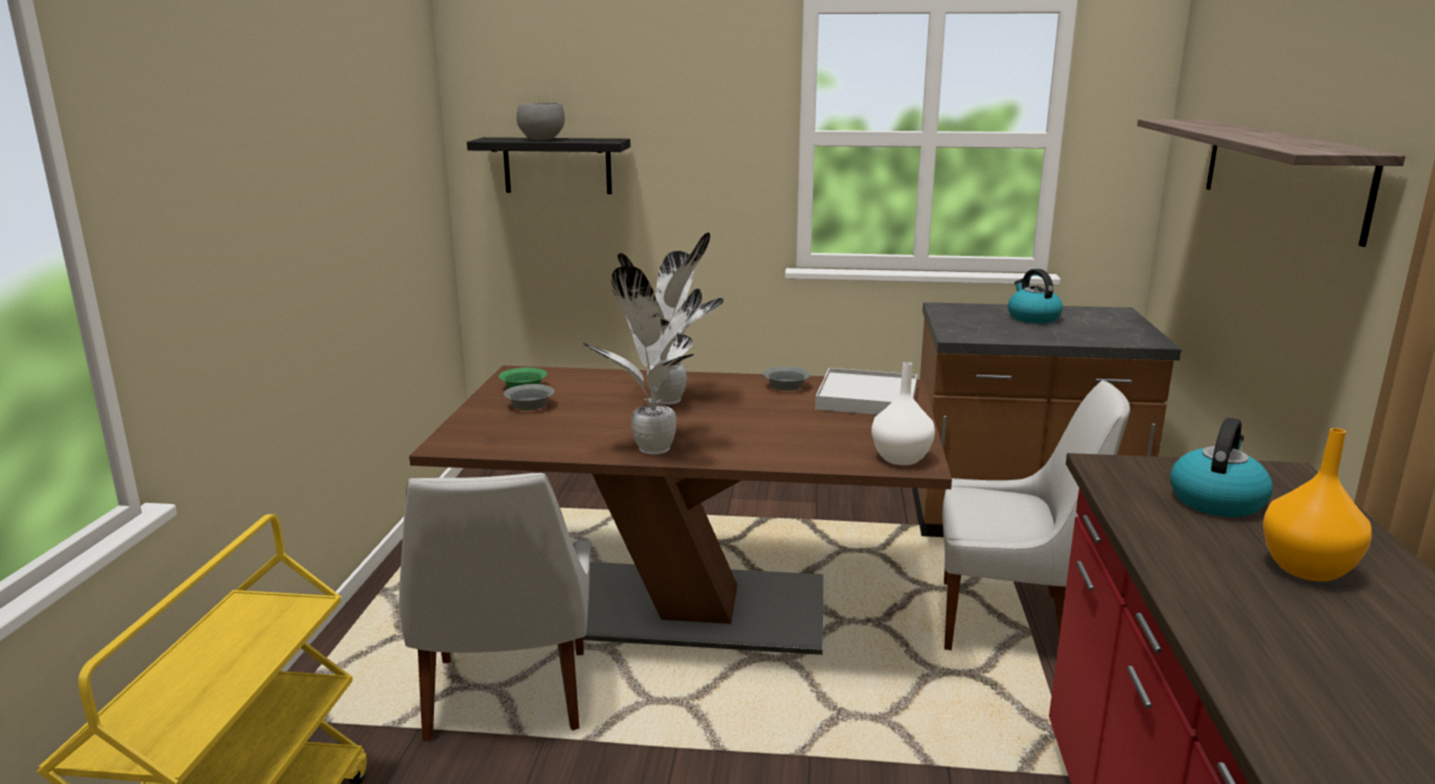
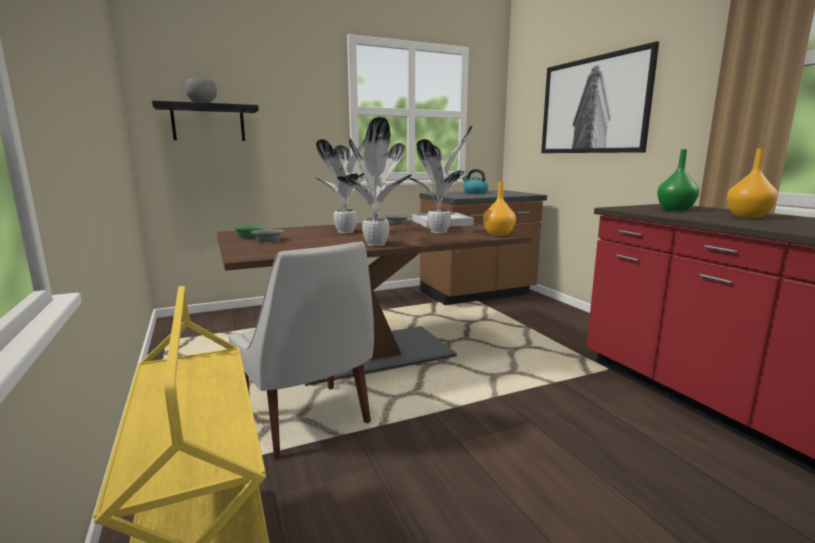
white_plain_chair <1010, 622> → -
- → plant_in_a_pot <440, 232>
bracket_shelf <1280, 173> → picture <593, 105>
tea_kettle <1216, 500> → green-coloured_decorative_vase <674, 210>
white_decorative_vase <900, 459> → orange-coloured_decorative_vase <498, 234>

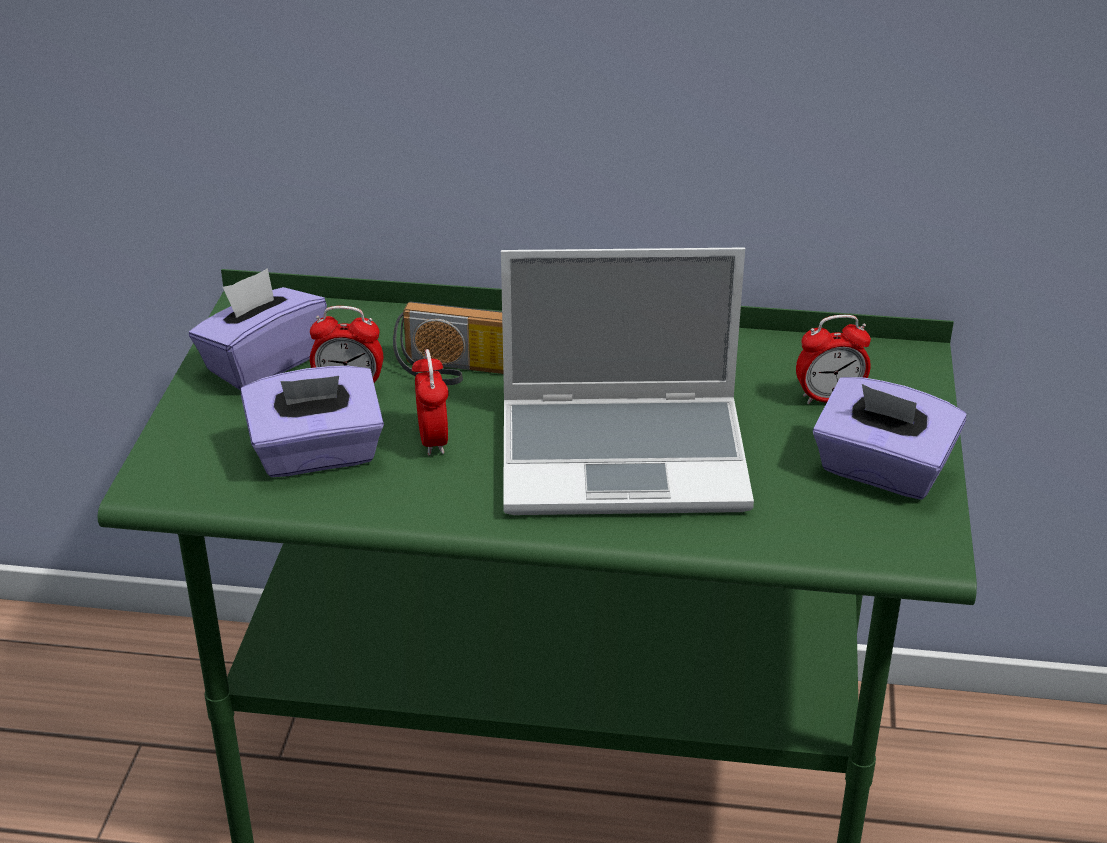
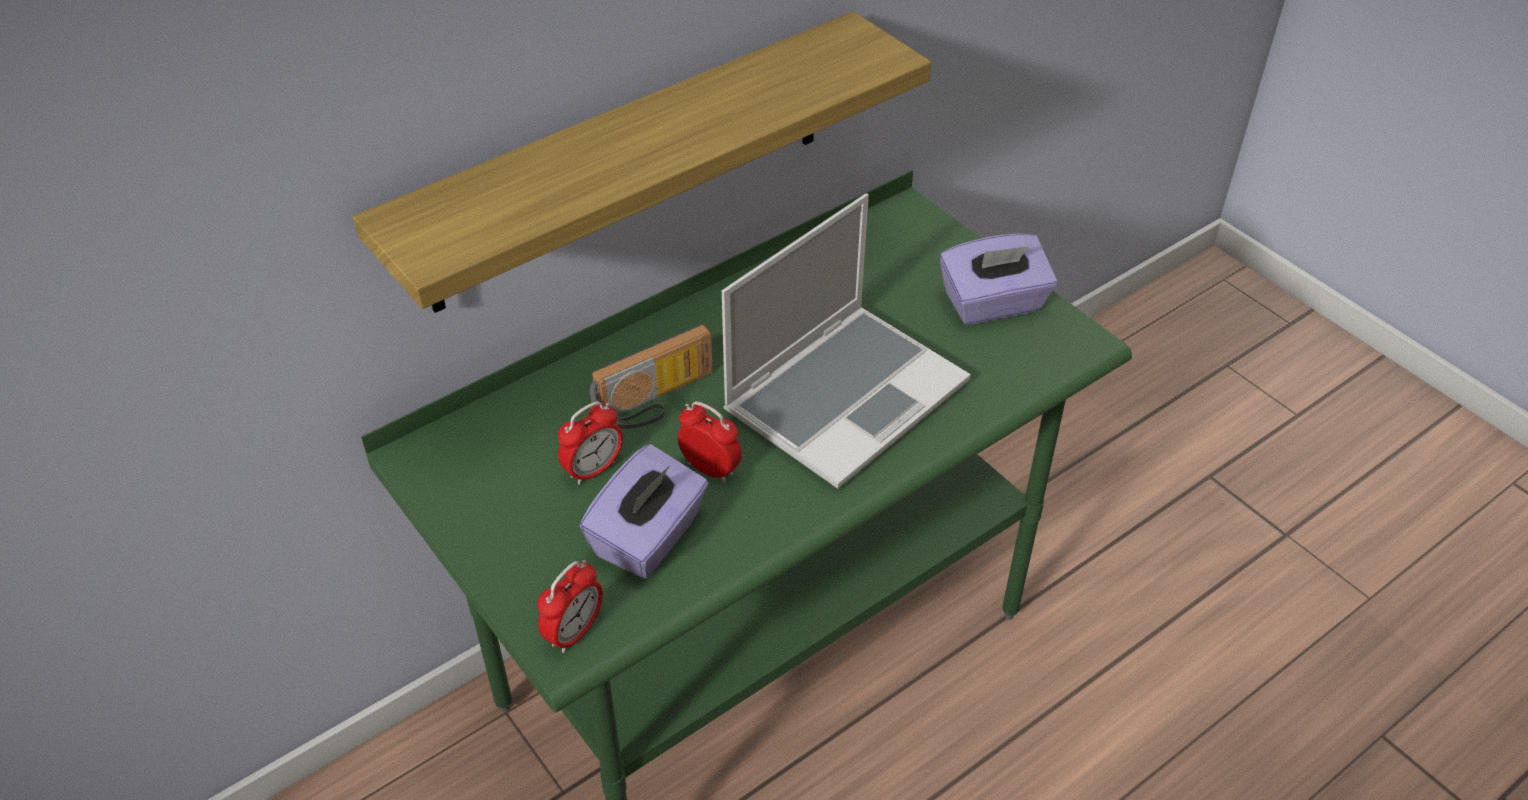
purple-coloured_box_of_tissues <262, 363> → -
- → bracket_shelf <630, 163>
table_clock <829, 397> → table_clock <574, 632>, relocated

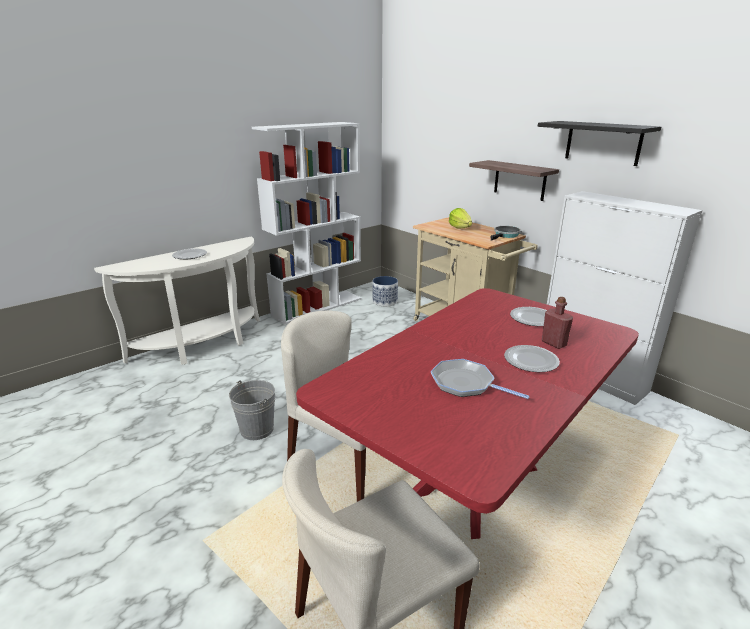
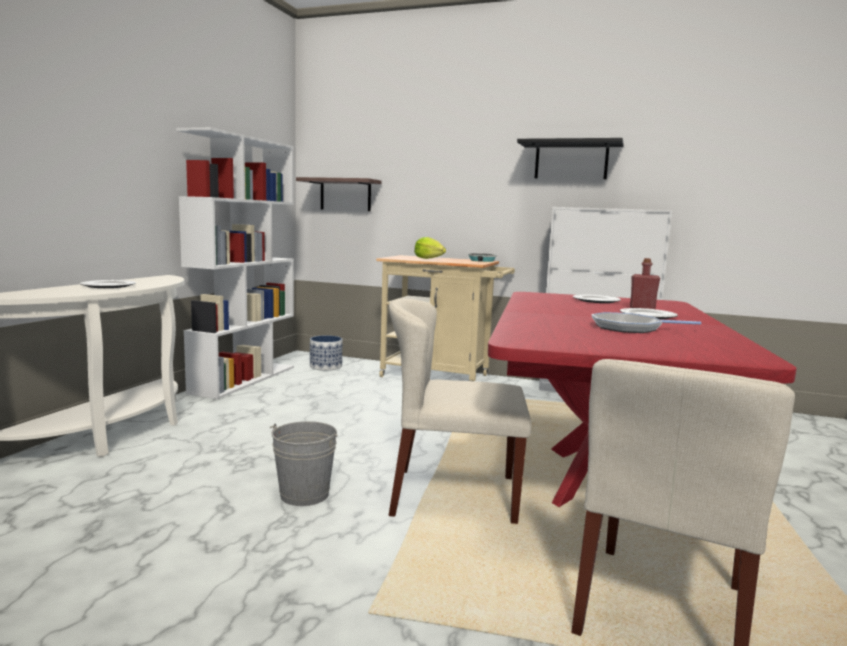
bracket_shelf <519, 180> → bracket_shelf <345, 195>, relocated

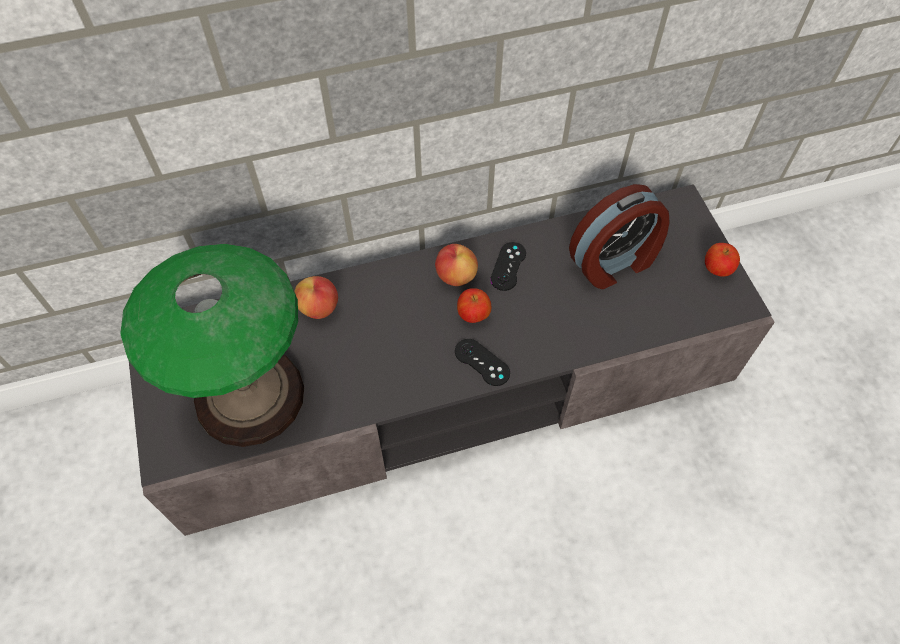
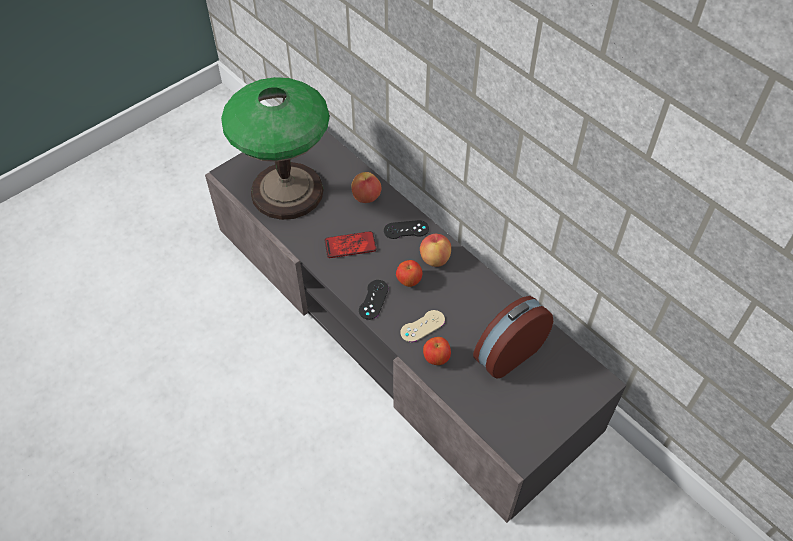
- → telephone <350, 245>
- → beige-coloured_joypad <422, 326>
black_joypad <508, 266> → black_joypad <406, 230>, relocated
apple <717, 269> → apple <436, 358>, relocated
table_clock <614, 262> → table_clock <507, 352>, 105 degrees clockwise

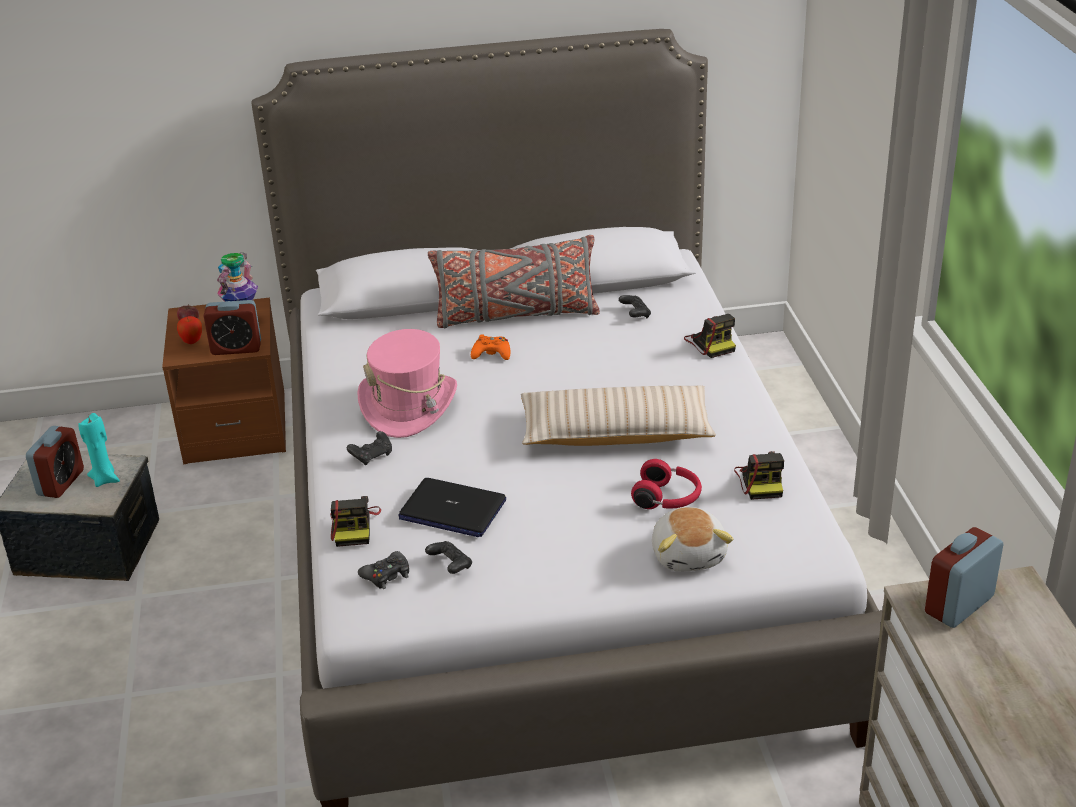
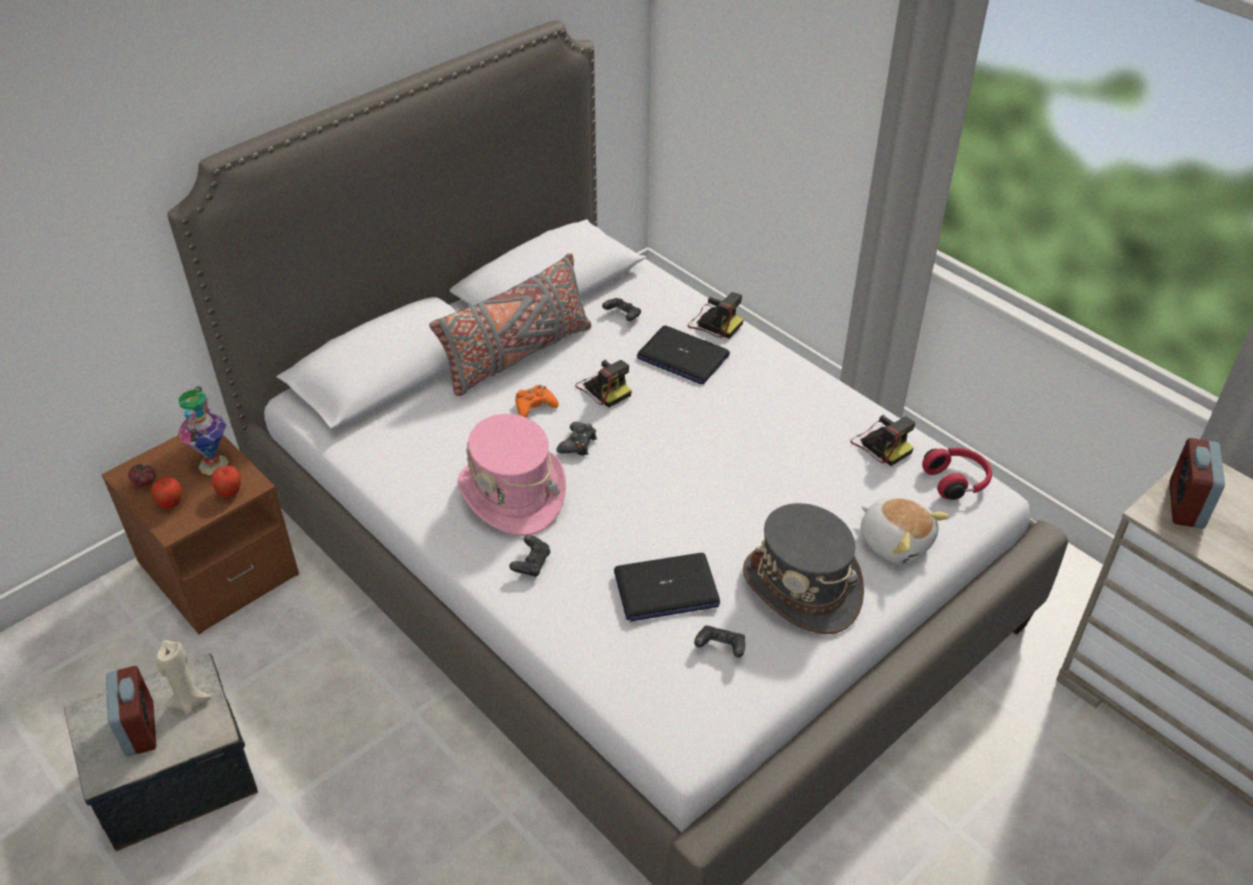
beige-coloured_throw_pillow <615, 433> → -
- → portable_computer <682, 357>
- → greyish_wearable_hat <802, 587>
photo_camera <354, 526> → photo_camera <604, 388>, relocated
black_joypad <386, 575> → black_joypad <578, 444>, relocated
red_headphones <668, 499> → red_headphones <957, 481>, relocated
table_clock <236, 348> → apple <230, 493>
blue-green_wax_candle <105, 479> → beige-coloured_wax_candle <189, 701>

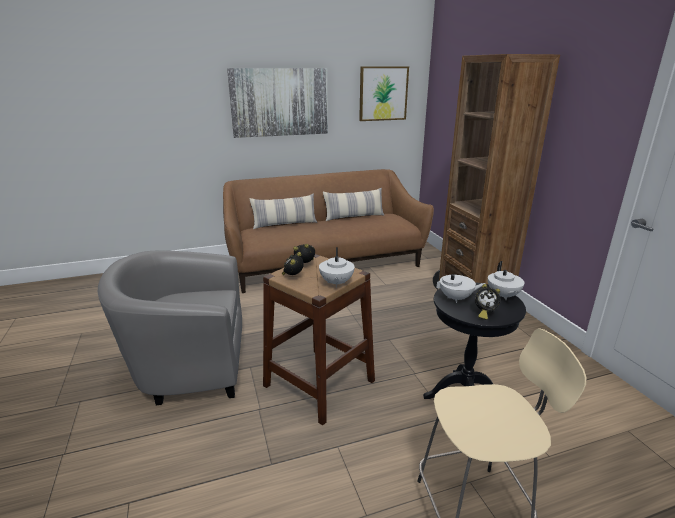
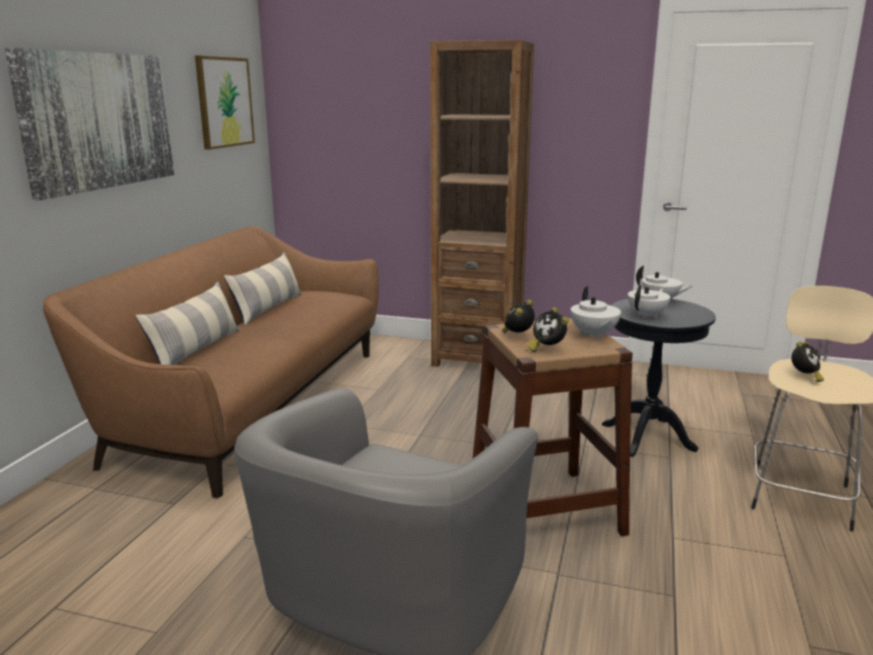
table_clock <484, 313> → table_clock <804, 377>, relocated
white_teapot <336, 283> → white_teapot <593, 335>, 45 degrees clockwise

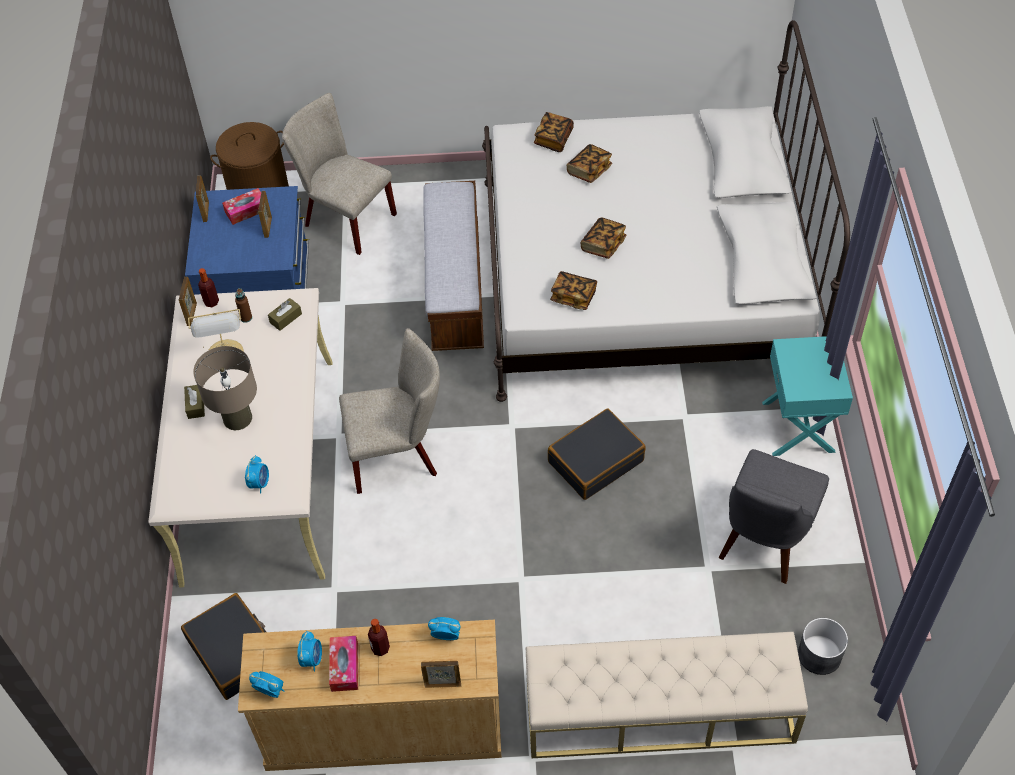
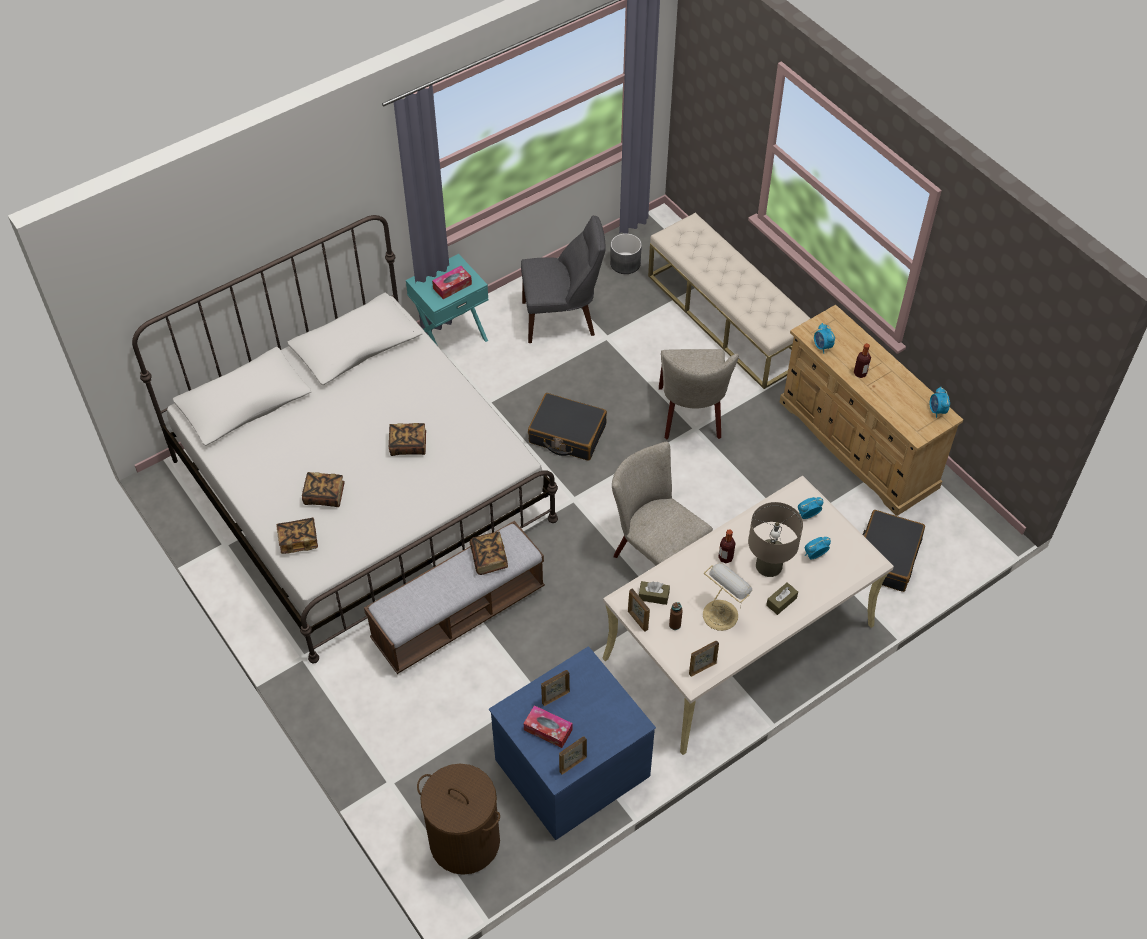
bottle <211, 302> → bottle <725, 557>, relocated
beige-coloured_plain_chair <344, 218> → beige-coloured_plain_chair <691, 416>, relocated
table_clock <312, 659> → table_clock <814, 555>, relocated
box_of_tissues <344, 667> → box_of_tissues <452, 286>, relocated
photo_frame <442, 684> → photo_frame <637, 620>, relocated
volume <573, 297> → volume <489, 558>, relocated

